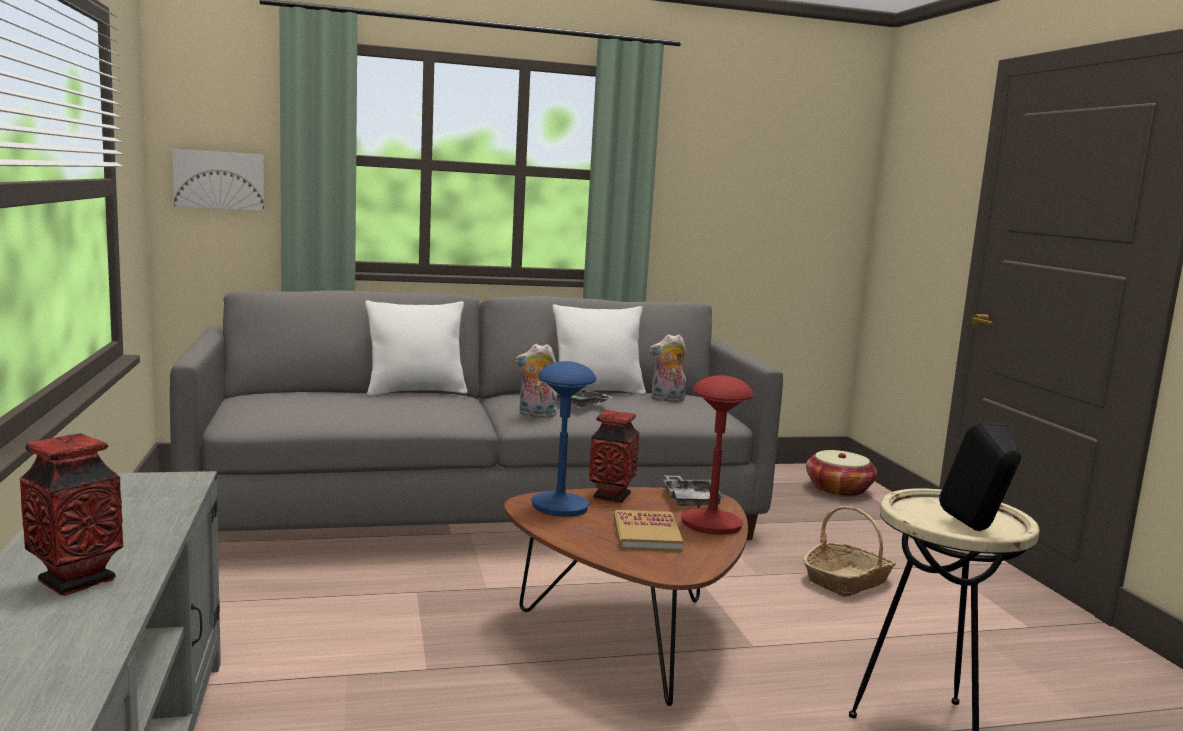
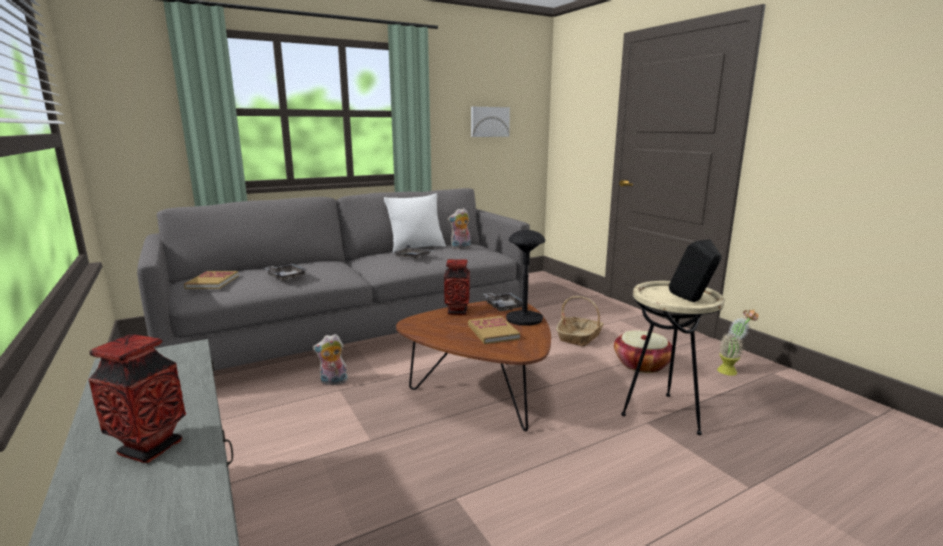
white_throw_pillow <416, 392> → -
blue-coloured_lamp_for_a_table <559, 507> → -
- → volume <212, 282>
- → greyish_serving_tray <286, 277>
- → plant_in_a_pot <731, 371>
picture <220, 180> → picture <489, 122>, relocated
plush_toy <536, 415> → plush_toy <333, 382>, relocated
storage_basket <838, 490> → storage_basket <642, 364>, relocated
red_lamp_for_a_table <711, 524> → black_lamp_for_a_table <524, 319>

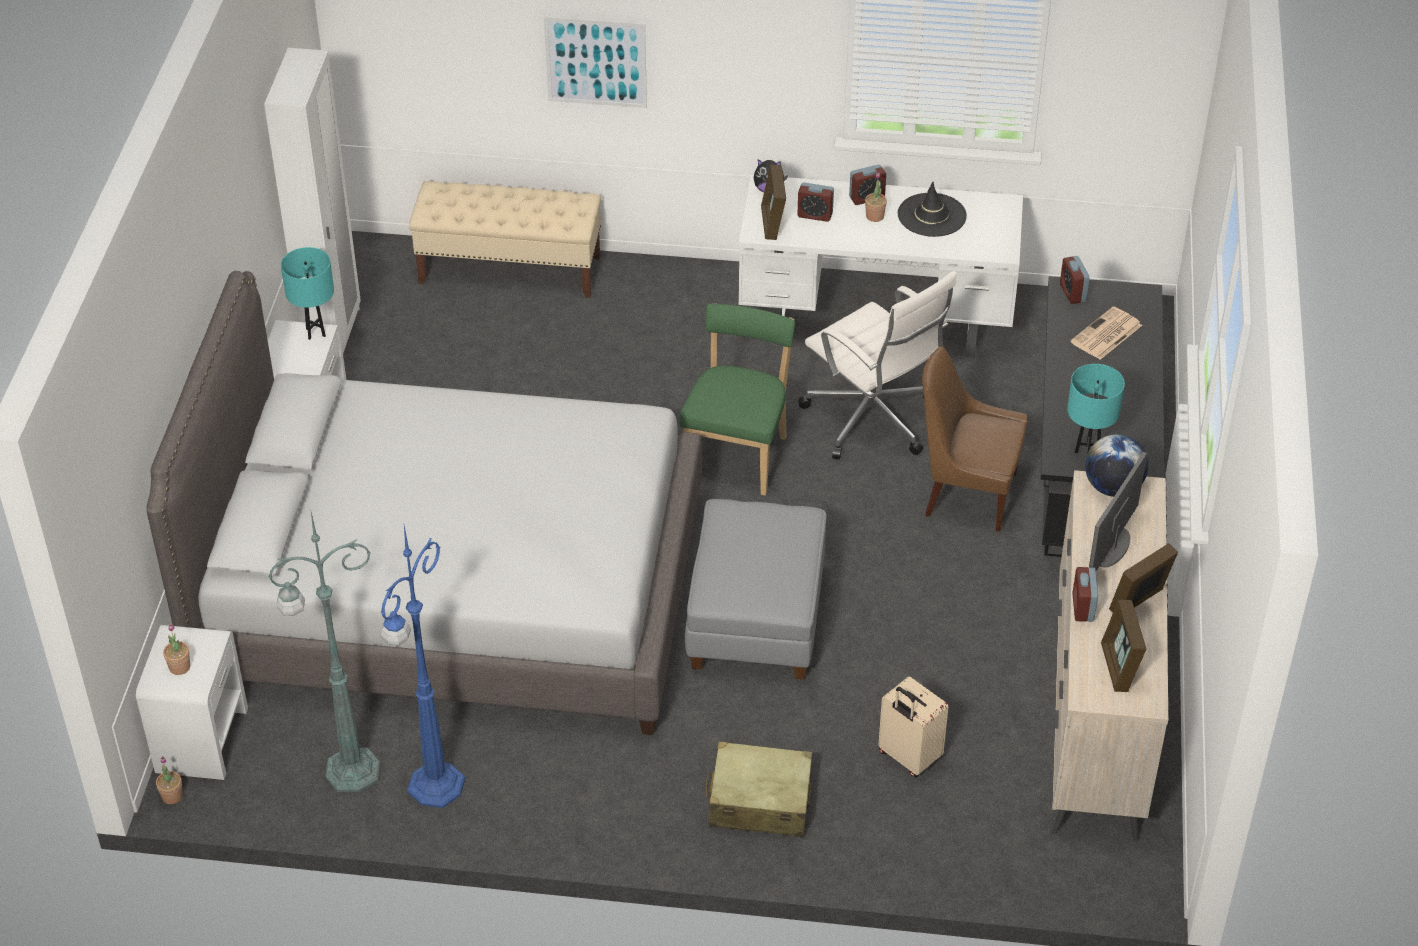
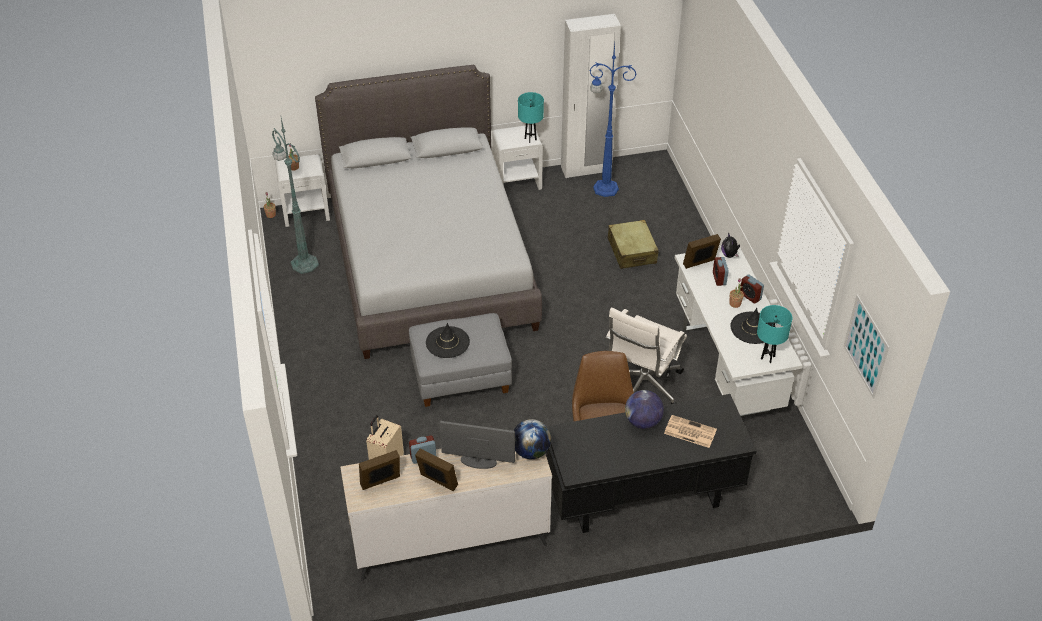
beige-coloured_long_seat <510, 270> → -
green-coloured_plain_chair <738, 454> → -
table_clock <1072, 293> → -
- → black_wearable_hat <447, 342>
- → desk_globe <642, 422>
blue-coloured_standard_lamp <434, 787> → blue-coloured_standard_lamp <604, 188>, relocated
picture <596, 62> → picture <866, 346>, relocated
beige-coloured_travel_case <759, 801> → beige-coloured_travel_case <632, 251>, relocated
blue-green_lamp_for_a_table <1087, 453> → blue-green_lamp_for_a_table <767, 358>, relocated

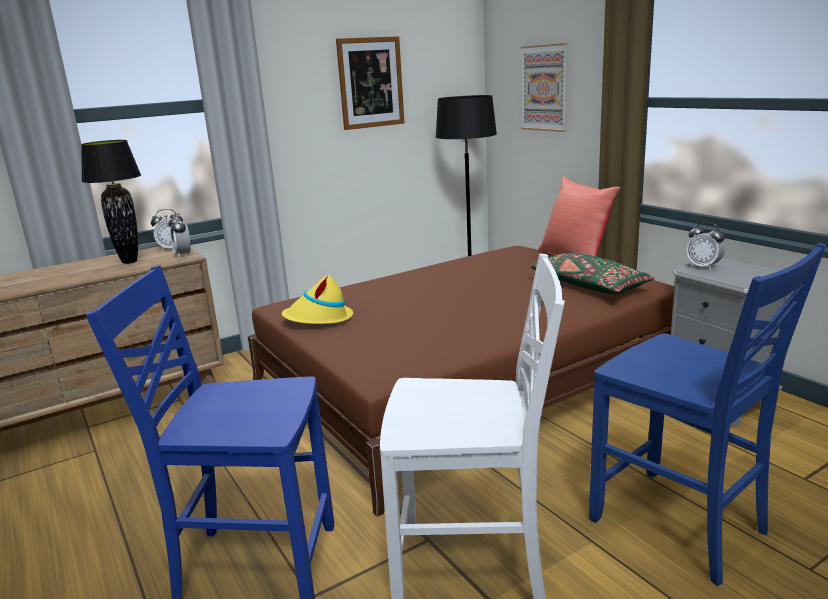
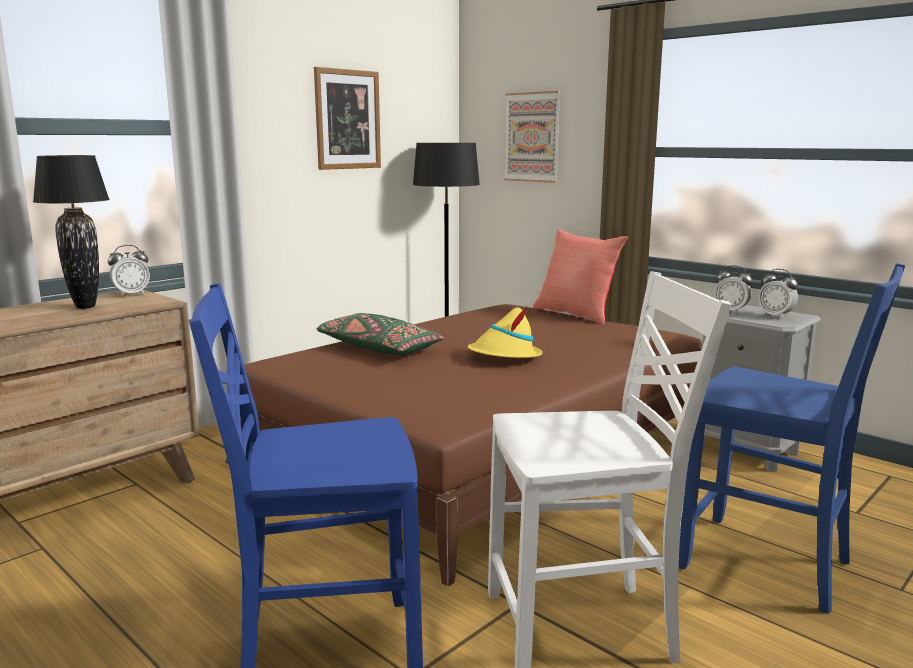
table_clock <183, 255> → table_clock <775, 316>, relocated
yellowish_wearable_hat <319, 319> → yellowish_wearable_hat <504, 356>, relocated
green-coloured_throw_pillow <588, 285> → green-coloured_throw_pillow <378, 348>, relocated

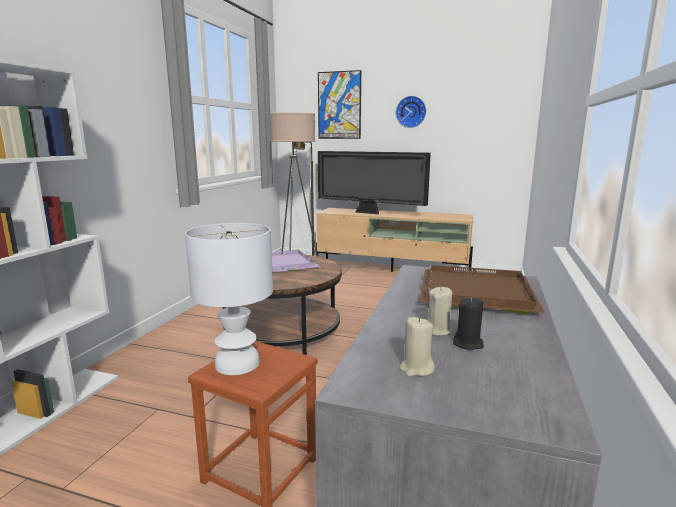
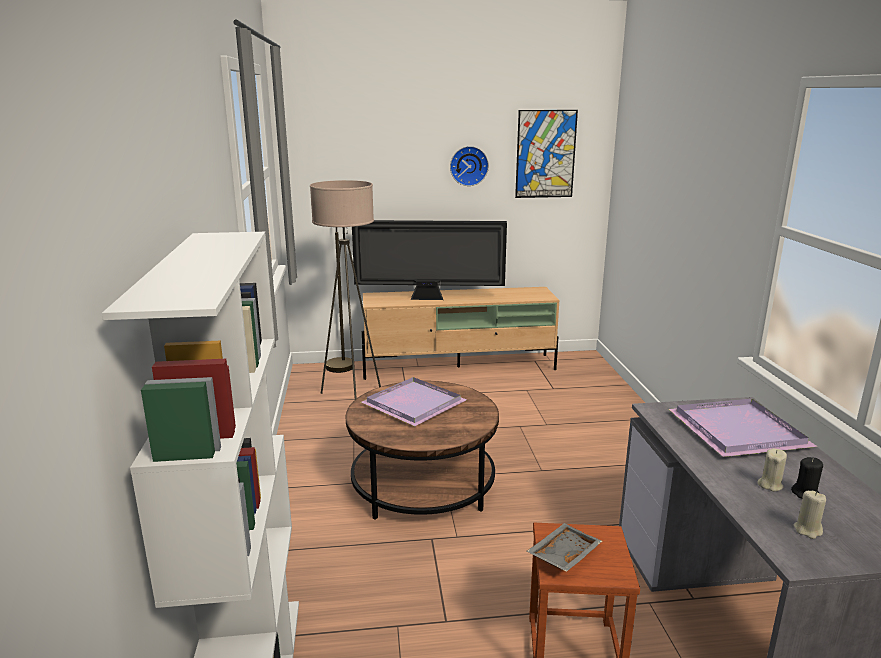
picture <339, 105> → picture <545, 154>, relocated
white_lamp_for_a_table <236, 363> → greyish_serving_tray <563, 555>
brown_serving_tray <473, 292> → purple-coloured_serving_tray <735, 430>

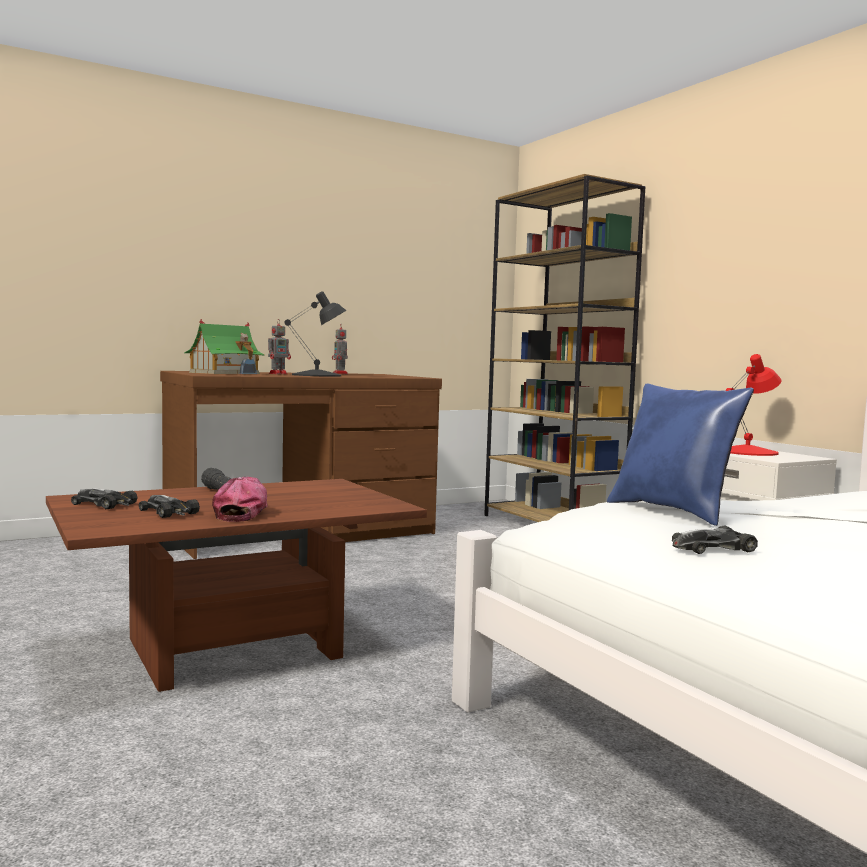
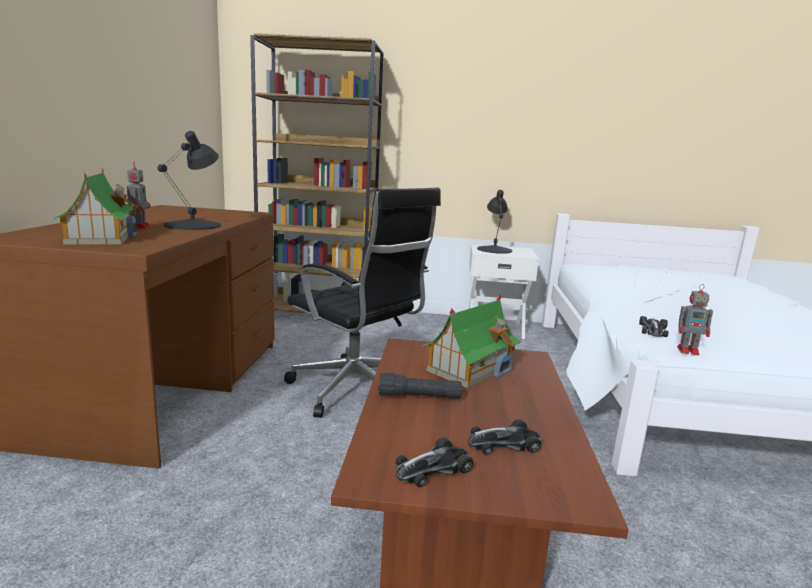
peaked_cap <241, 512> → -
blue-coloured_throw_pillow <674, 512> → -
- → black_computer_chair <356, 390>
- → toy_house <470, 368>
model_robot <340, 374> → model_robot <689, 351>, relocated
model_car <713, 548> → model_car <653, 330>, relocated
red_lamp_for_a_table <748, 452> → black_lamp_for_a_table <494, 249>

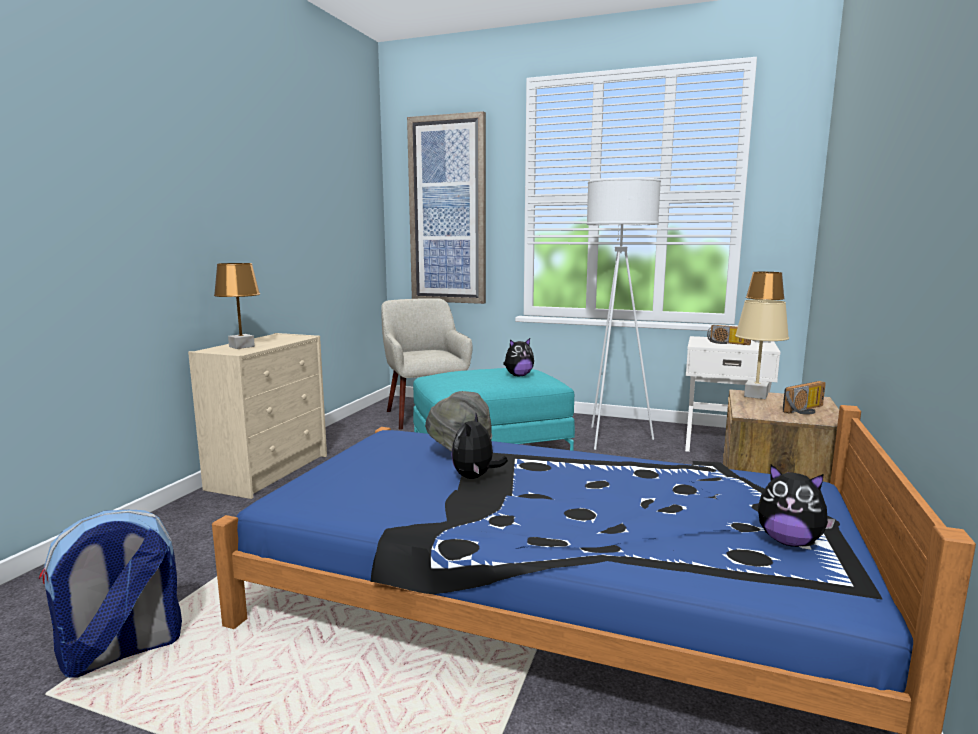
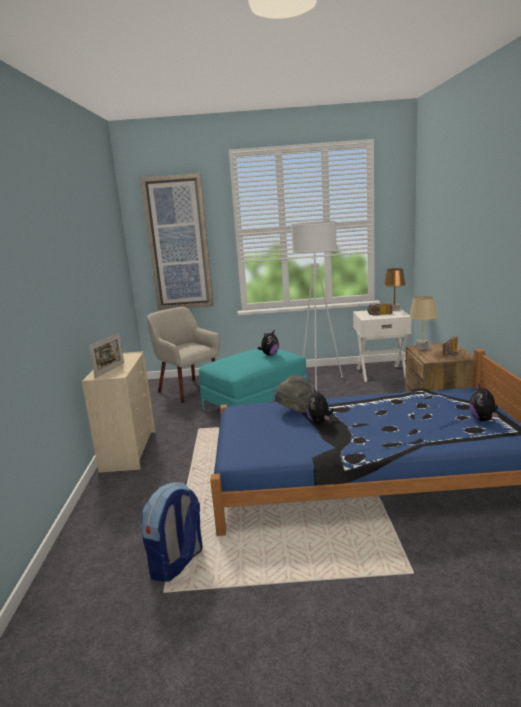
brown_lamp_for_a_table <242, 346> → photo_frame <110, 370>
plush_toy <789, 541> → plush_toy <483, 419>, 75 degrees clockwise

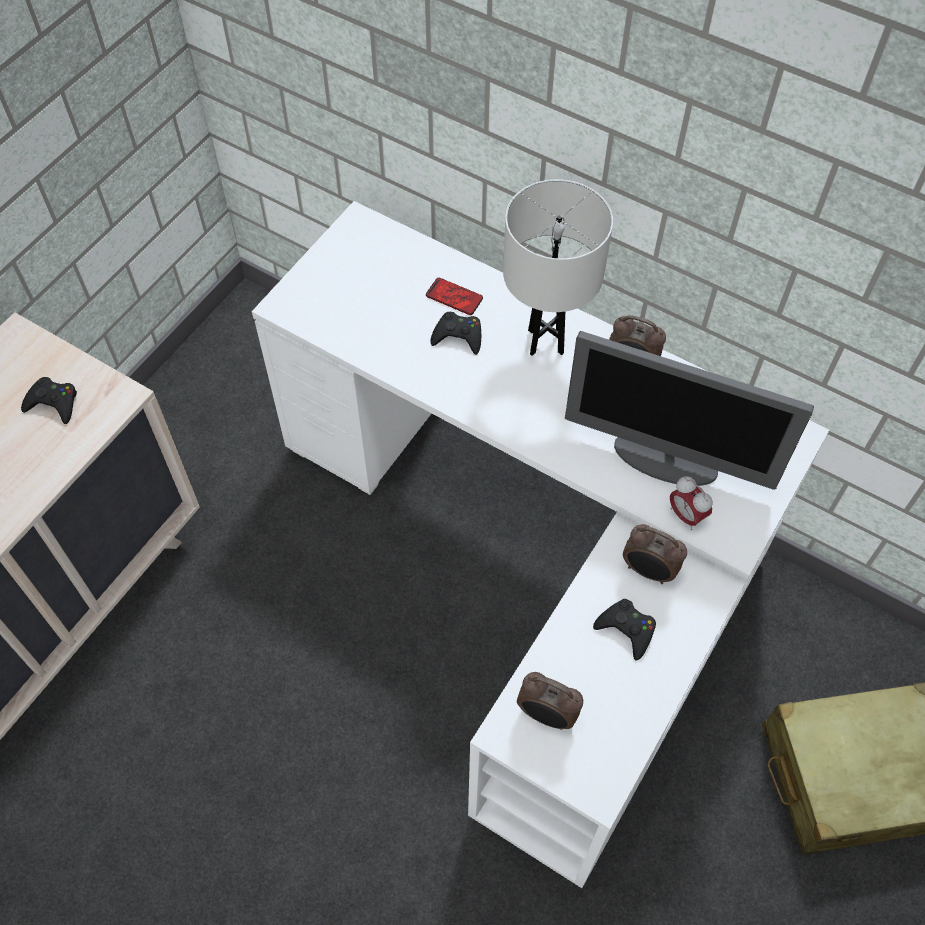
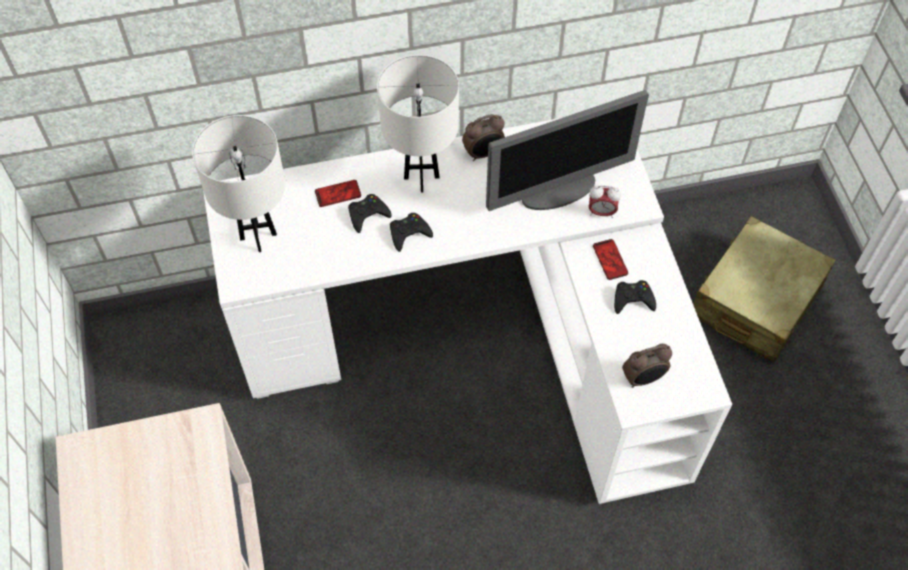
- → white_lamp_for_a_table <258, 236>
black_joypad <53, 403> → black_joypad <409, 233>, relocated
table_clock <648, 571> → telephone <610, 260>

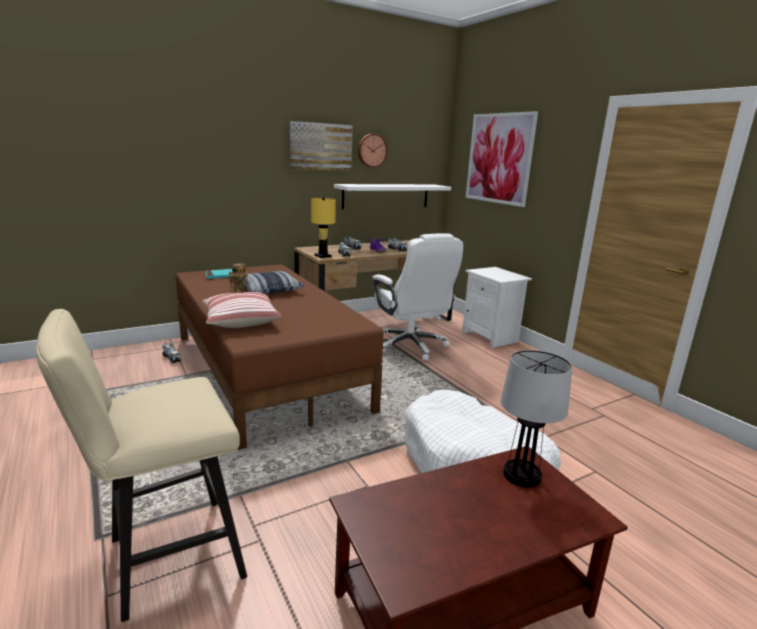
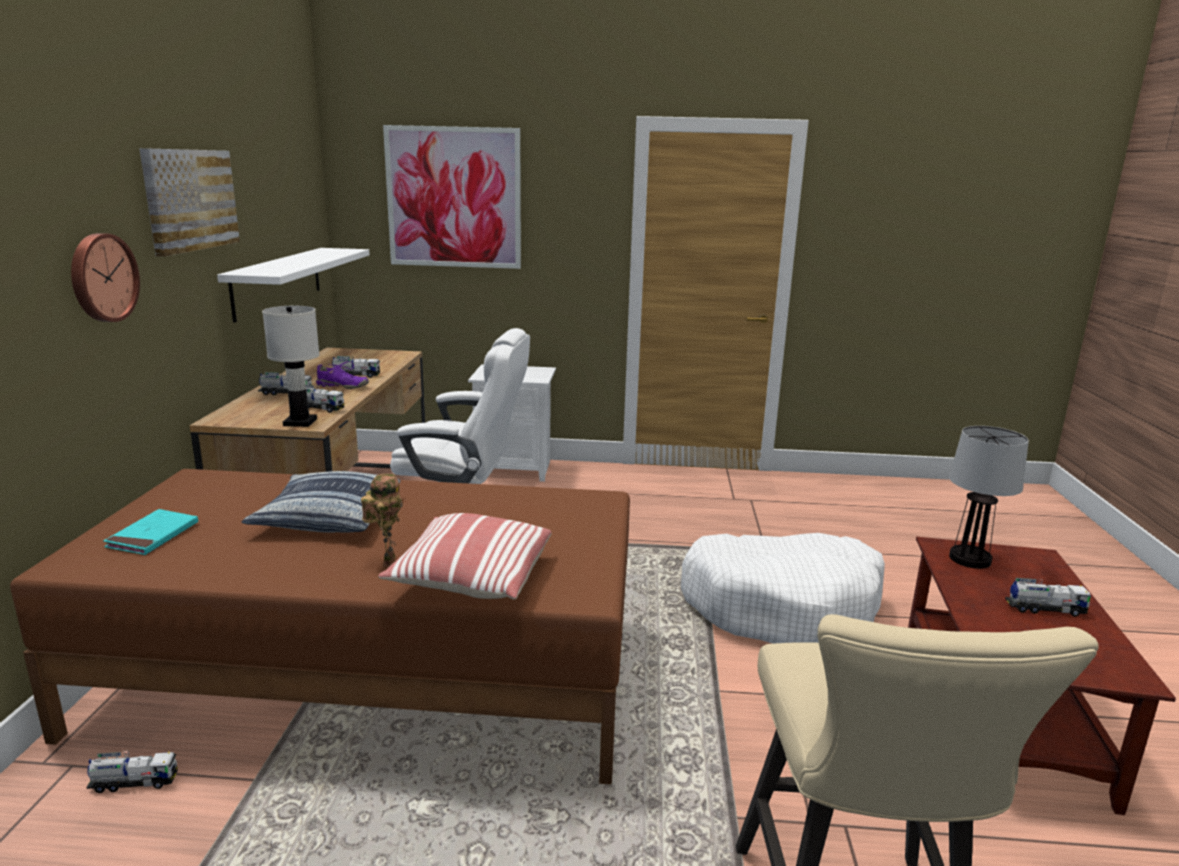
- → toy_truck <1045, 609>
clock_on_the_wall <371, 150> → clock_on_the_wall <102, 277>, relocated
yellowish_lamp_for_a_table <323, 256> → white_lamp_for_a_table <300, 422>

